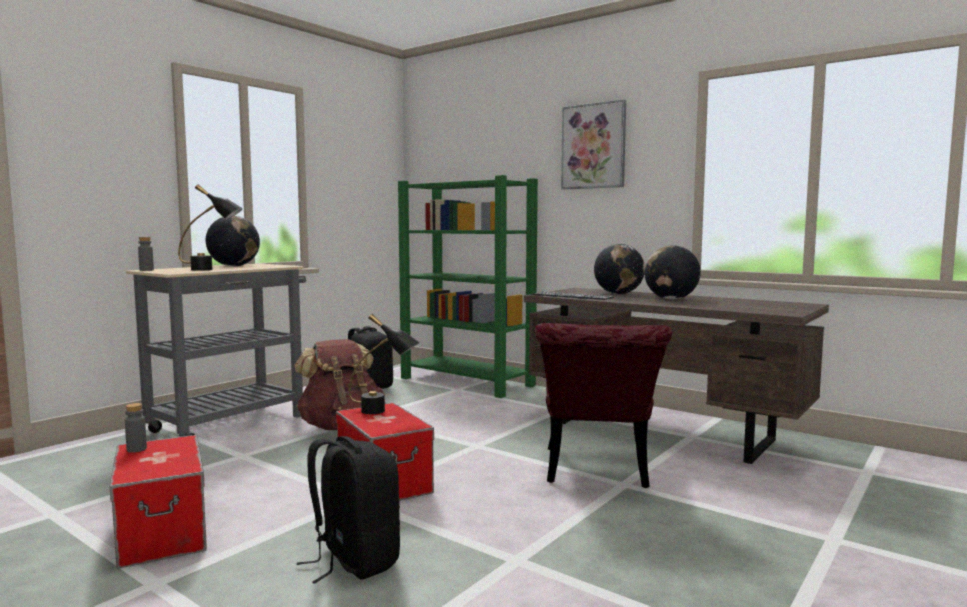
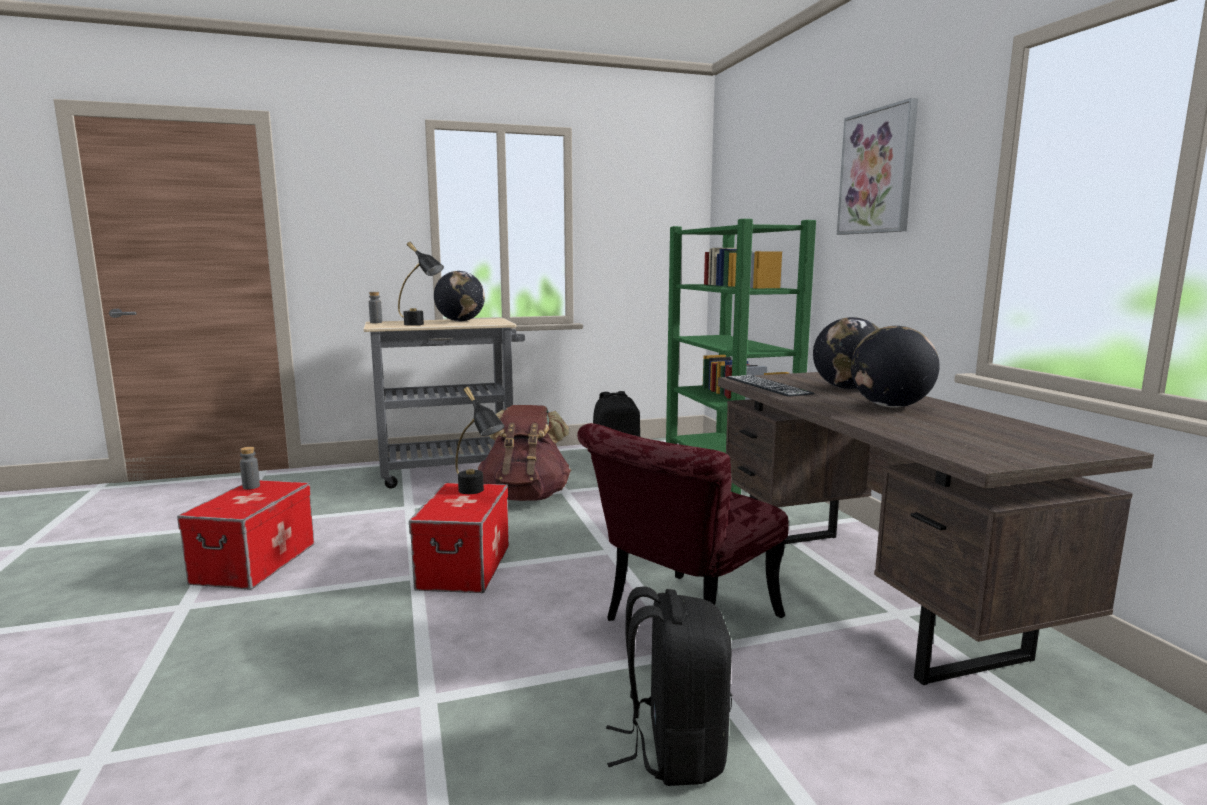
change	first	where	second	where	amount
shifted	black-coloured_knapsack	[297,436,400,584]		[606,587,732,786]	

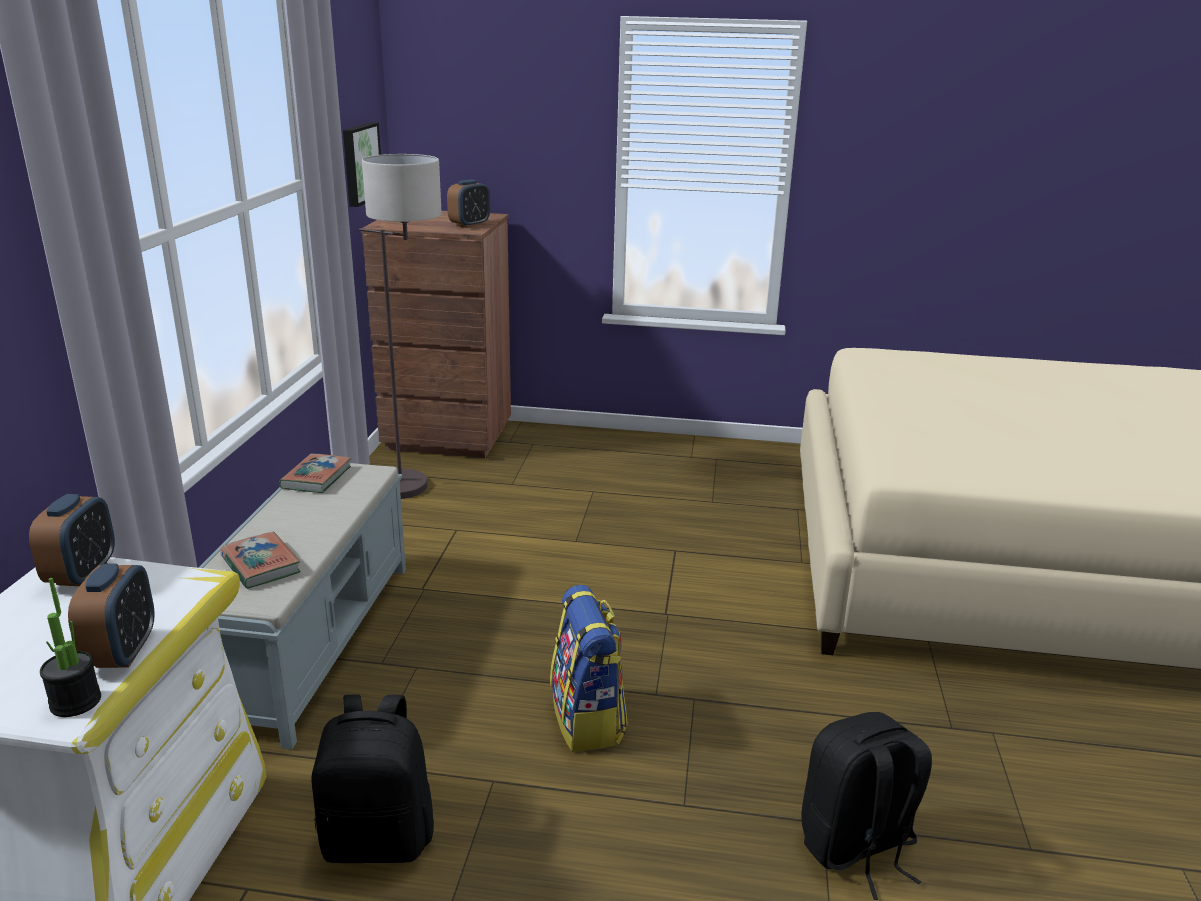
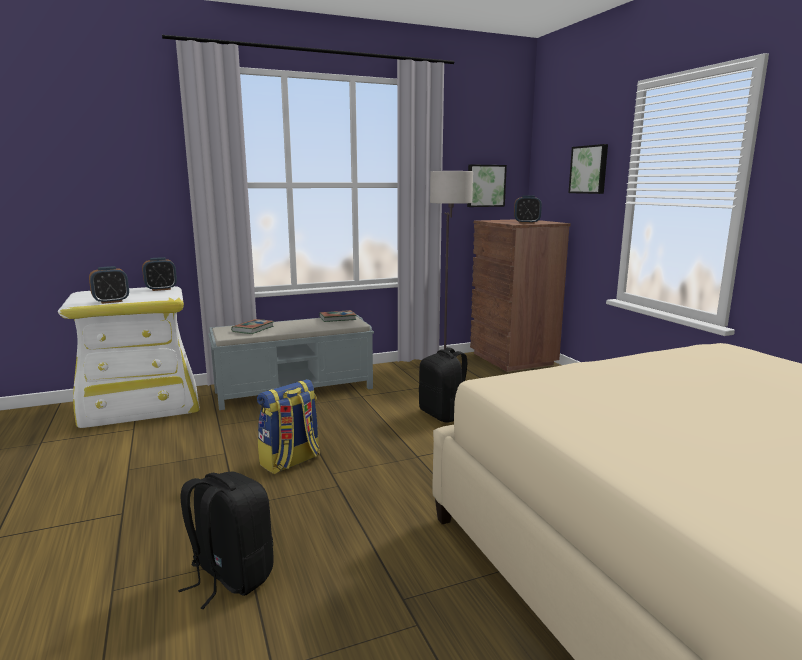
change	first	where	second	where	amount
gone	potted_plant	[40,578,101,717]			
shifted	black-coloured_knapsack	[312,695,434,863]		[419,347,467,423]	
new			picture	[568,144,608,194]	

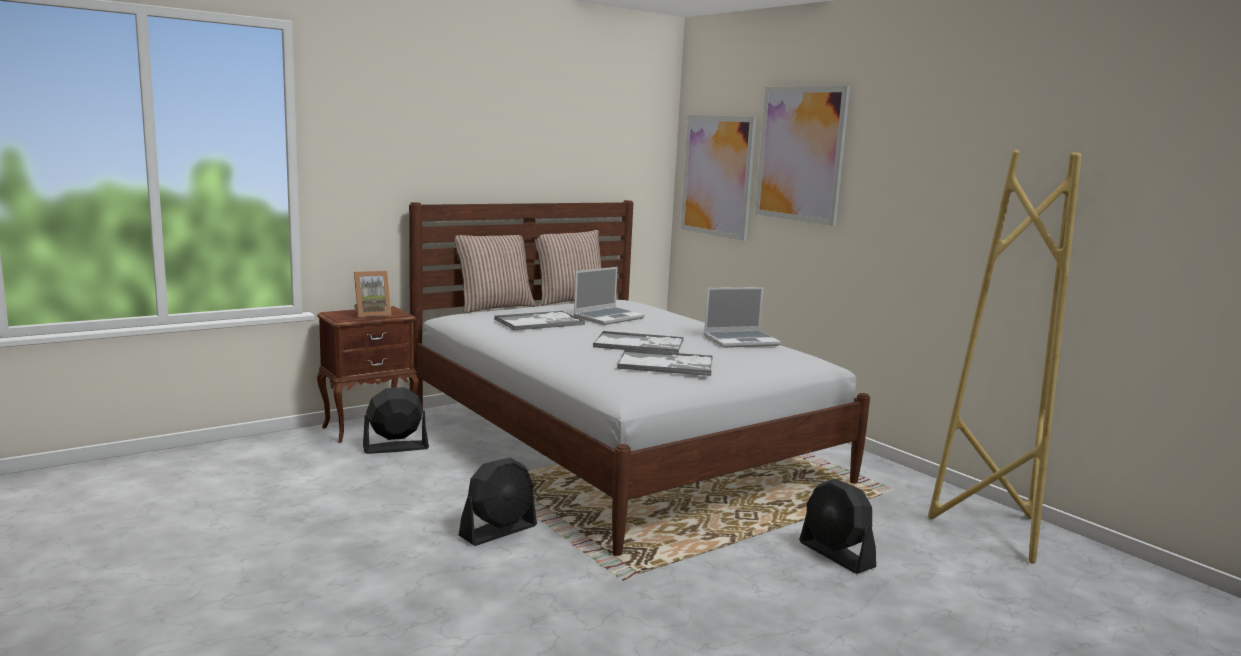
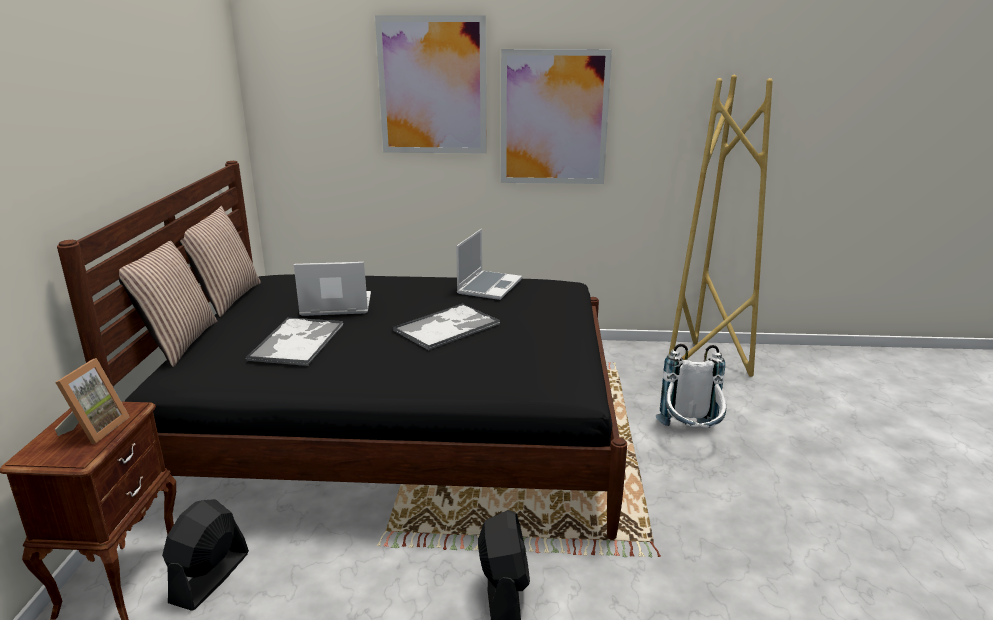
change	first	where	second	where	amount
shifted	picture	[681,115,756,241]		[501,49,612,184]	
repainted	white_sleeping_bed	[409,200,870,556]	black-coloured_sleeping_bed	[57,161,627,540]	
rotated	notebook_computer	[573,267,645,325]		[294,262,371,316]	90 degrees counterclockwise
gone	carrying_tray	[617,349,713,376]			
swapped	black-coloured_electric_fan	[799,479,876,574]	white_knapsack	[656,344,726,428]	

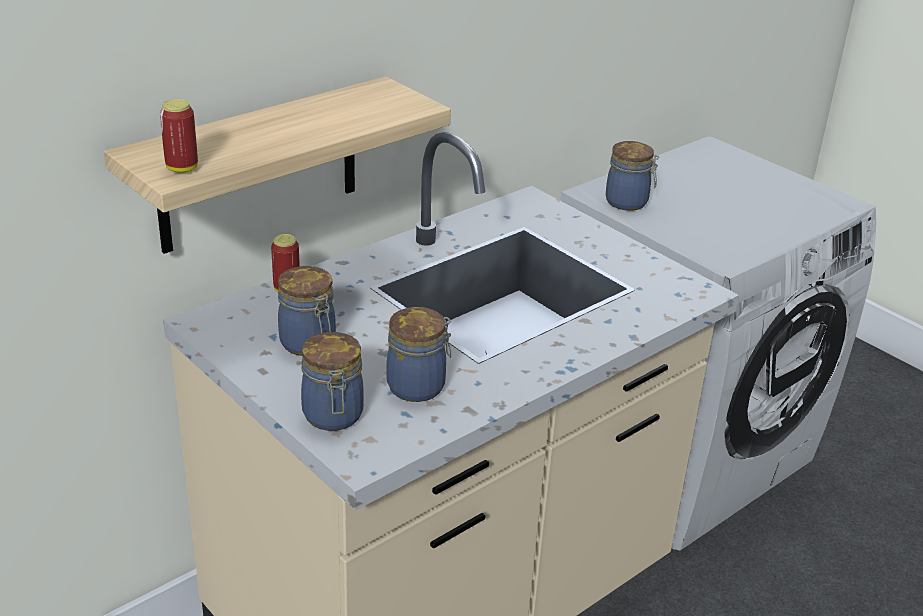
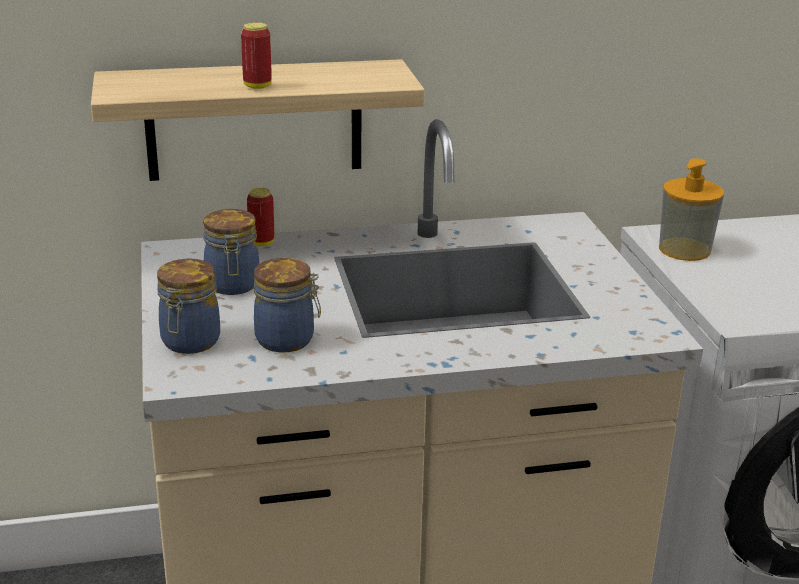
change	first	where	second	where	amount
shifted	metal_can	[160,99,198,173]		[241,22,272,89]	
swapped	jar	[606,141,659,211]	soap_dispenser	[659,158,724,261]	

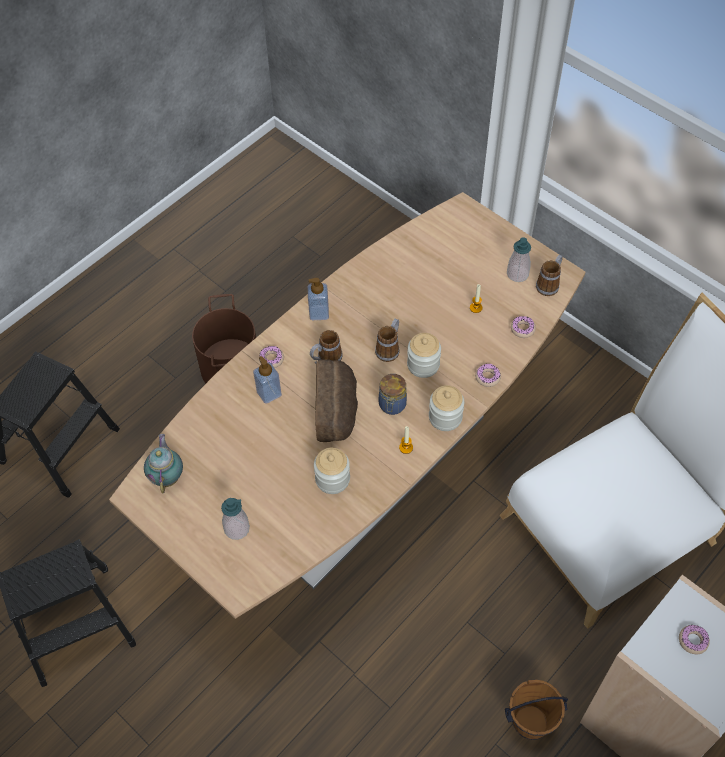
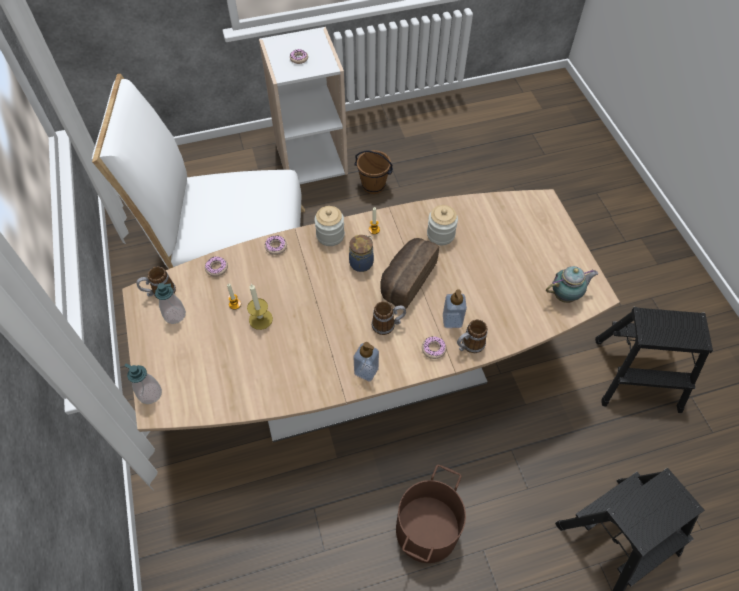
change	first	where	second	where	amount
shifted	mug	[375,319,399,362]		[457,319,487,353]	
gone	jar	[407,333,441,378]			
rotated	tea_pot	[144,434,183,493]		[546,266,598,303]	135 degrees counterclockwise
shifted	soap_dispenser	[221,498,250,540]		[124,364,162,404]	
new			wax_light	[247,284,273,330]	

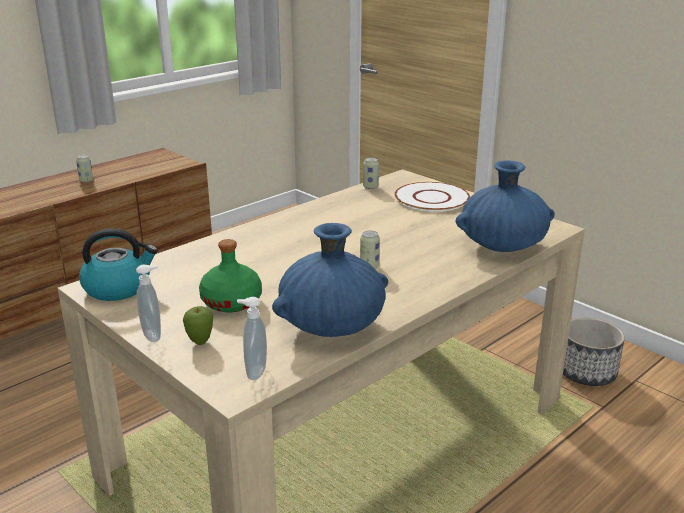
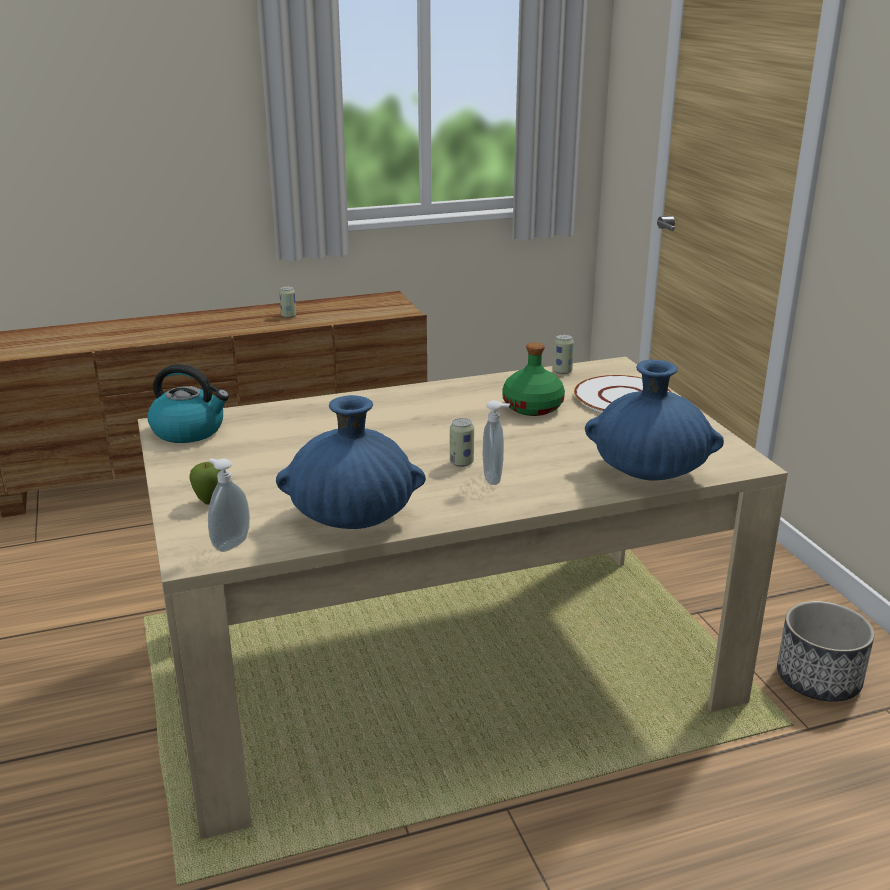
change	first	where	second	where	amount
shifted	green-coloured_drink_bottle	[199,239,262,312]		[502,342,565,416]	
shifted	soap_dispenser	[136,265,161,342]		[483,400,510,485]	

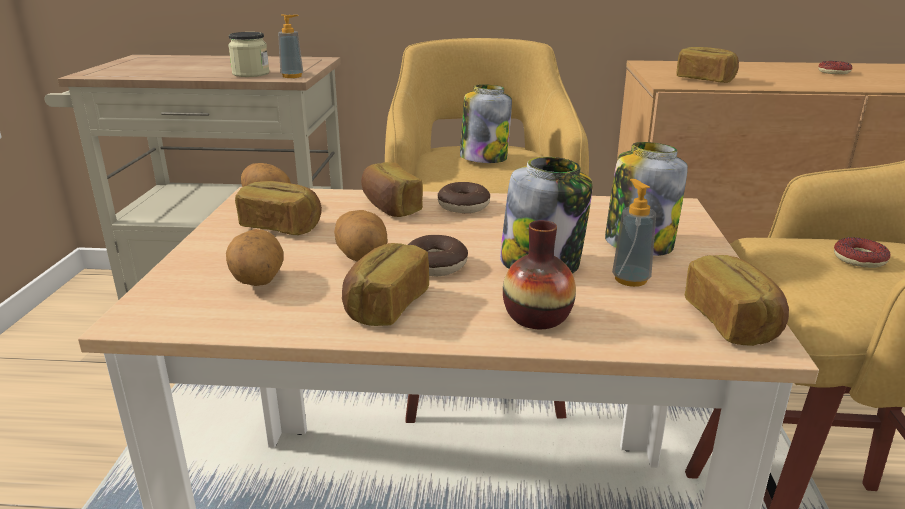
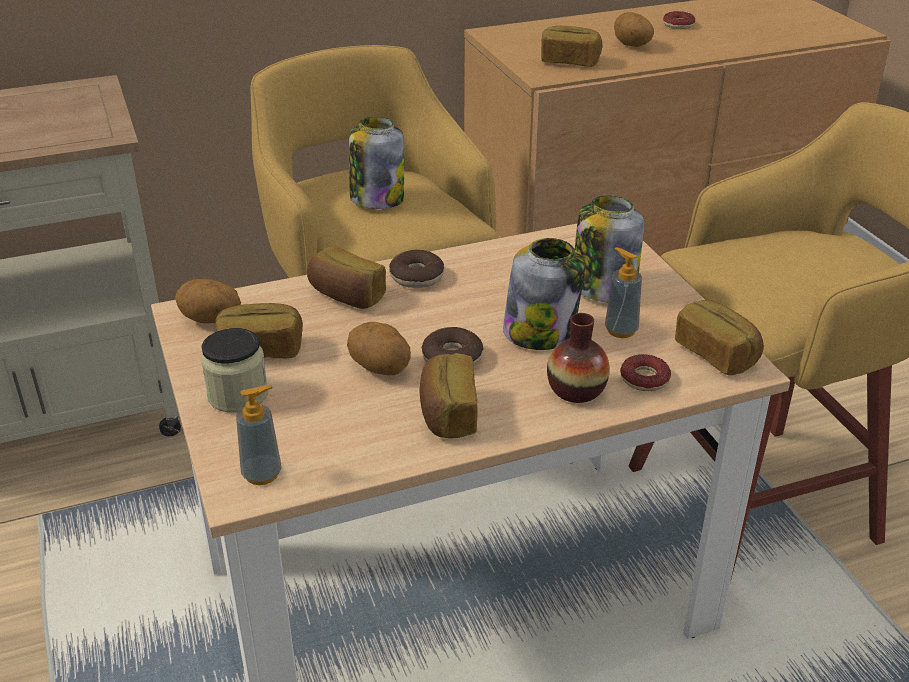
change	first	where	second	where	amount
shifted	soap_dispenser	[278,14,303,78]		[236,385,282,485]	
shifted	jar	[228,32,270,77]		[201,328,268,413]	
shifted	potato	[226,229,284,286]		[614,12,654,47]	
shifted	ring_doughnut	[834,237,891,268]		[620,354,671,391]	

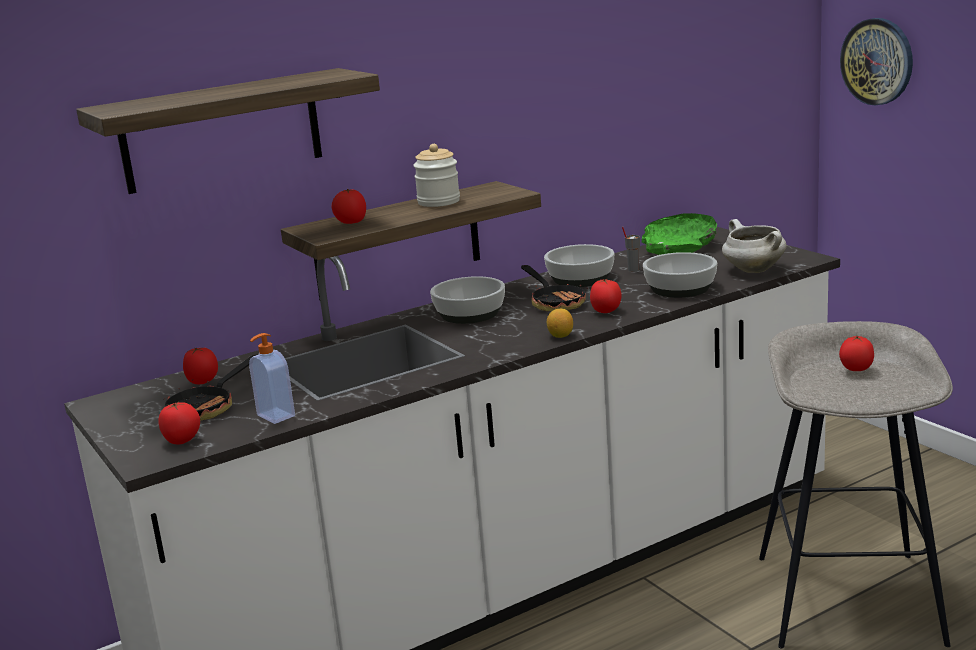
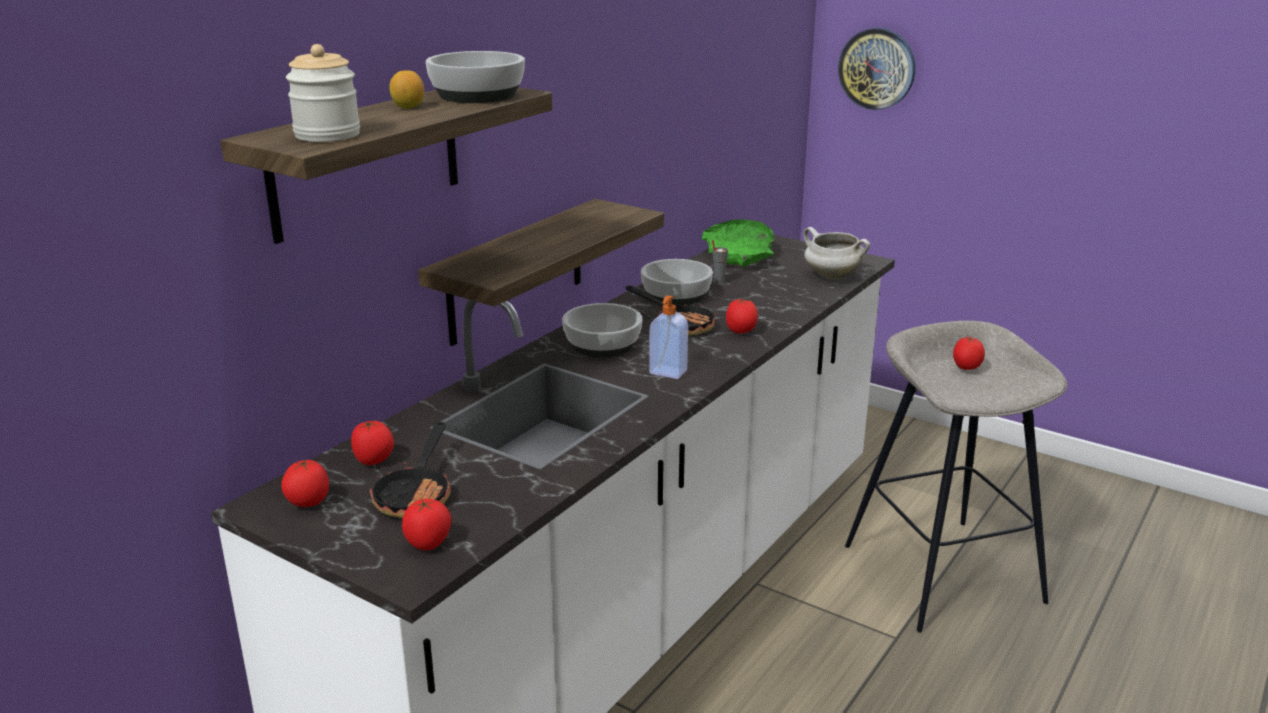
change	first	where	second	where	amount
shifted	jar	[413,144,460,207]		[286,44,360,142]	
shifted	fresh_tomato	[332,189,366,224]		[281,459,329,507]	
shifted	serving_bowl	[643,252,717,298]		[426,51,525,103]	
shifted	lemon	[547,309,573,338]		[389,71,424,108]	
shifted	soap_dispenser	[249,333,295,424]		[649,295,688,379]	

